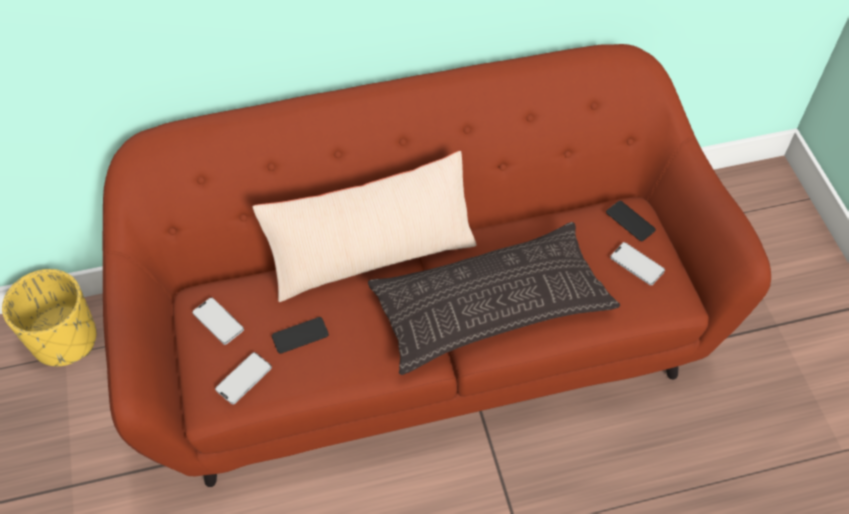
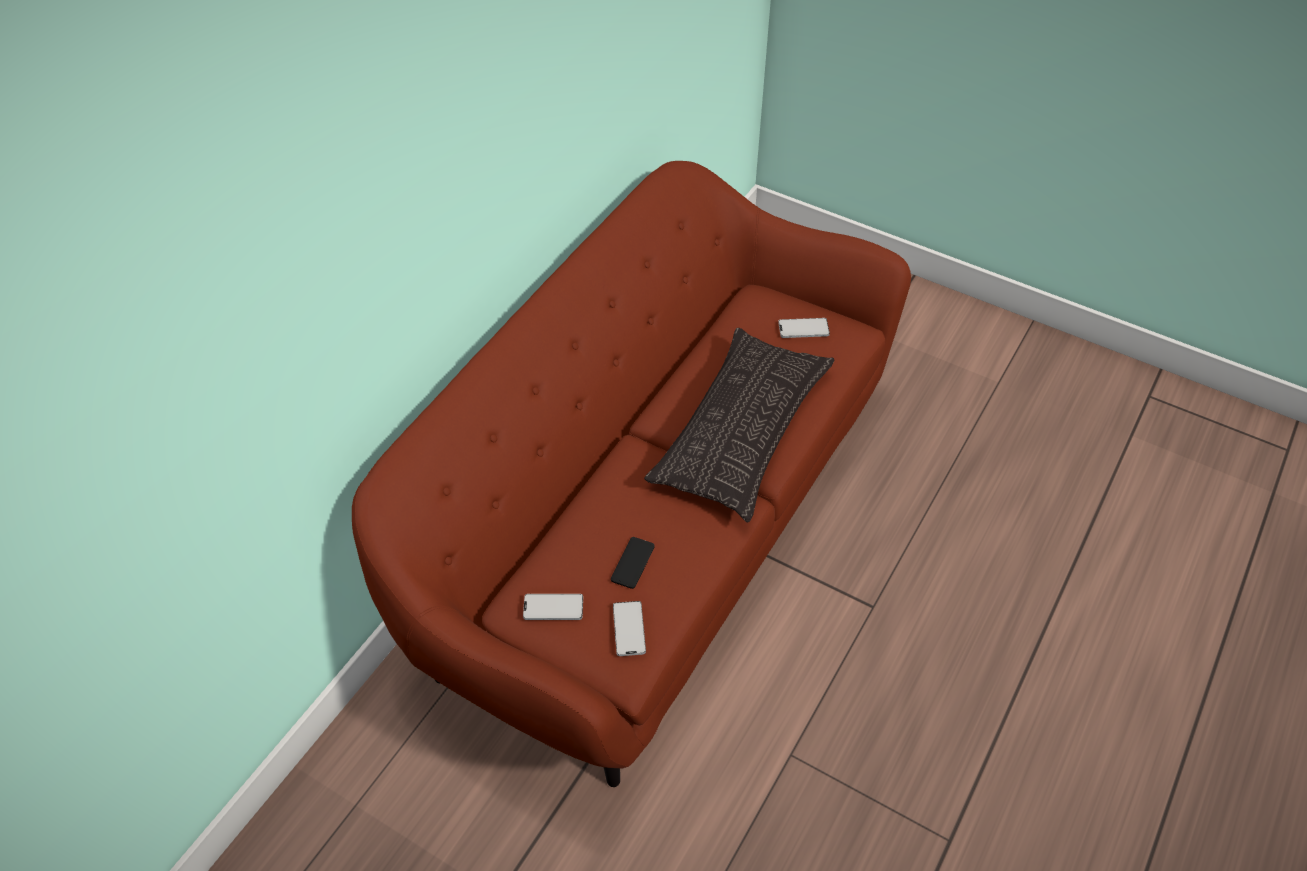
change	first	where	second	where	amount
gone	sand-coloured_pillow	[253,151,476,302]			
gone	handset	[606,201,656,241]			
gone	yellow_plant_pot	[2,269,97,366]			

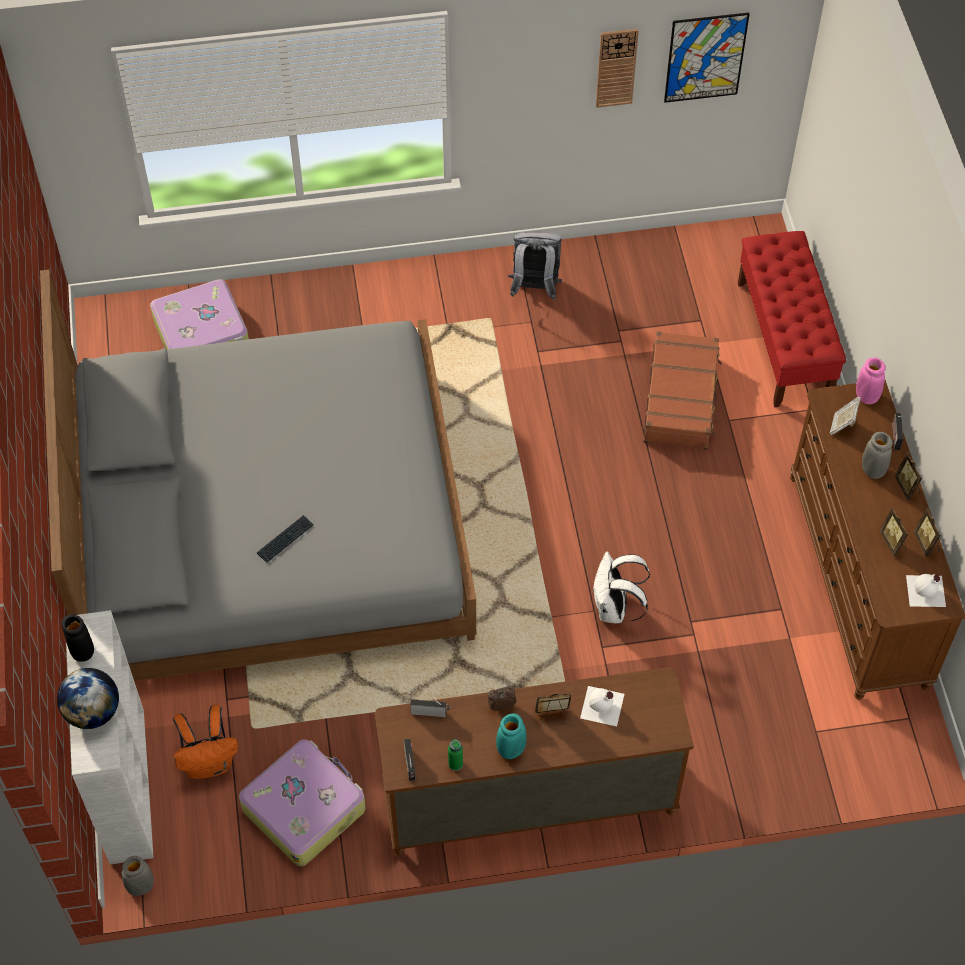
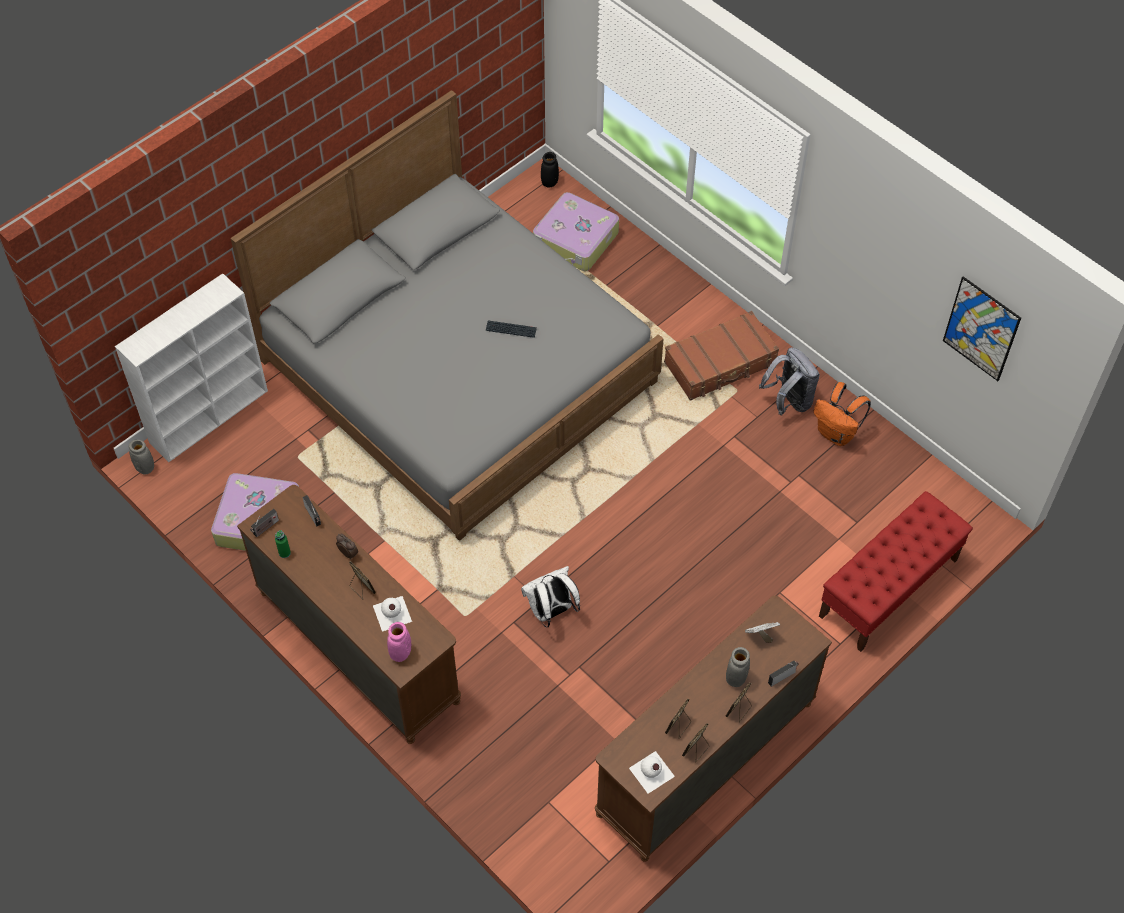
change	first	where	second	where	amount
gone	hanging_clock	[596,29,639,108]			
shifted	brownish_travel_case	[644,331,721,450]		[664,311,779,401]	
shifted	pinkish_vase	[856,357,886,404]		[387,622,411,662]	
shifted	PC_keyboard	[257,515,313,563]		[485,320,537,338]	
shifted	black-coloured_vase	[62,614,94,662]		[541,152,559,188]	
gone	world_globe	[57,668,119,729]			
shifted	orange-coloured_knapsack	[173,705,238,779]		[814,382,871,446]	
gone	turquoise-coloured_vase	[496,713,526,759]			

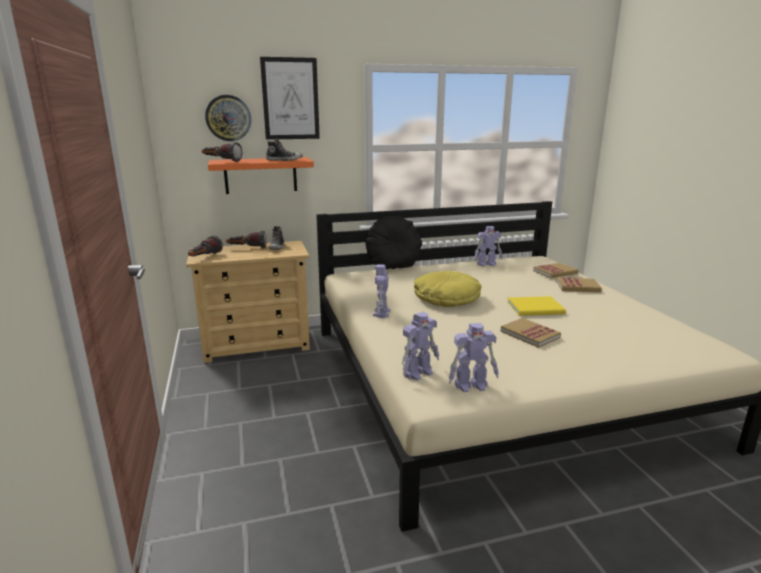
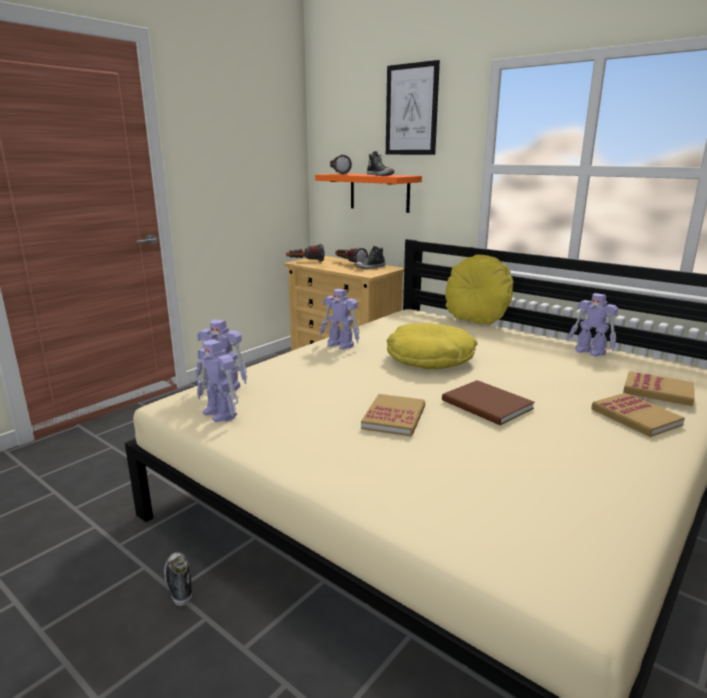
change	first	where	second	where	amount
gone	hanging_clock	[205,95,251,141]			
repainted	black-coloured_pillow	[365,216,422,269]	yellow_pillow	[445,255,513,325]	
rotated	toy_robot	[373,264,390,318]		[320,289,360,349]	120 degrees counterclockwise
repainted	yellow_volume	[508,296,566,316]	brownish_volume	[442,380,535,425]	
new			shoe	[164,552,192,606]	

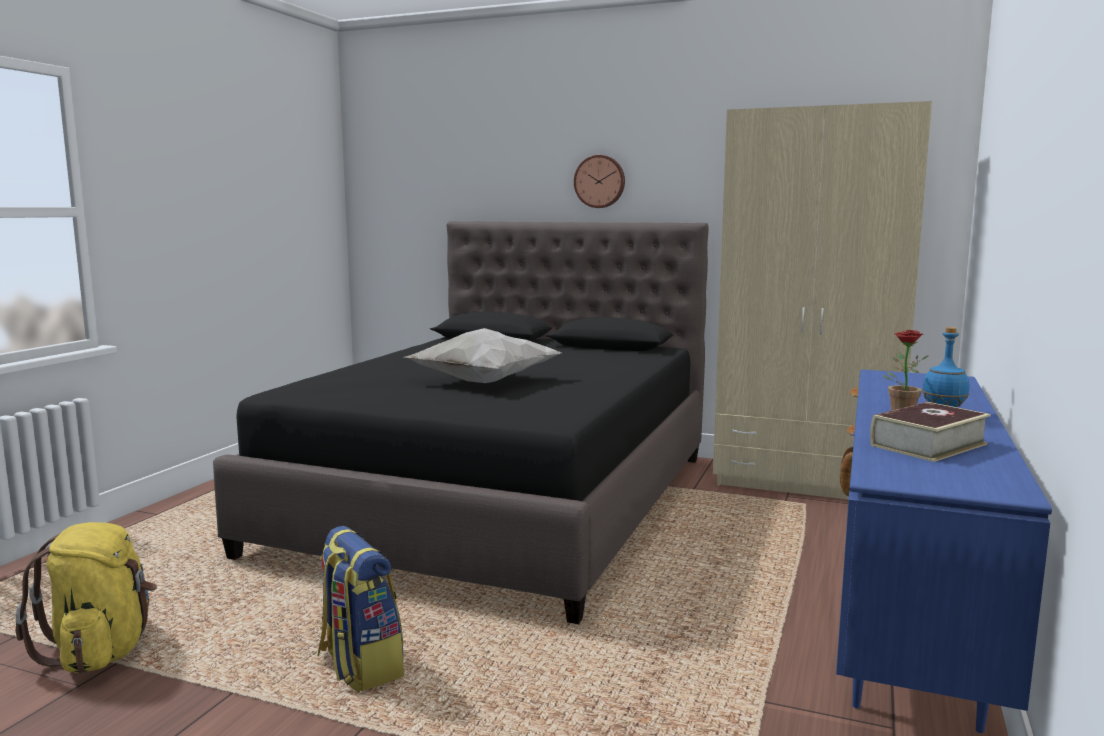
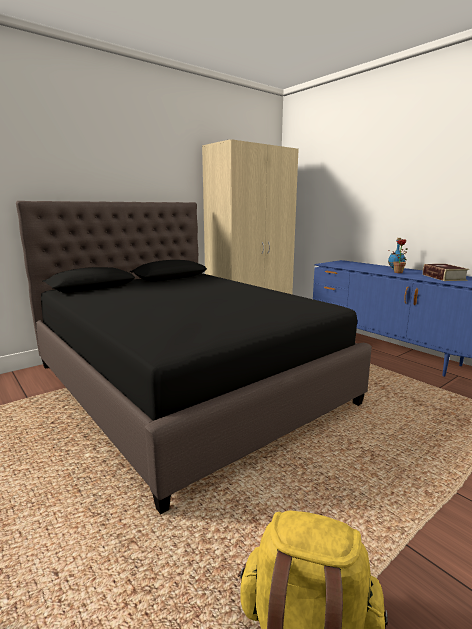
change	first	where	second	where	amount
gone	hanging_clock	[574,155,625,208]			
gone	white_pillow	[405,328,561,383]			
gone	knapsack	[317,526,404,692]			

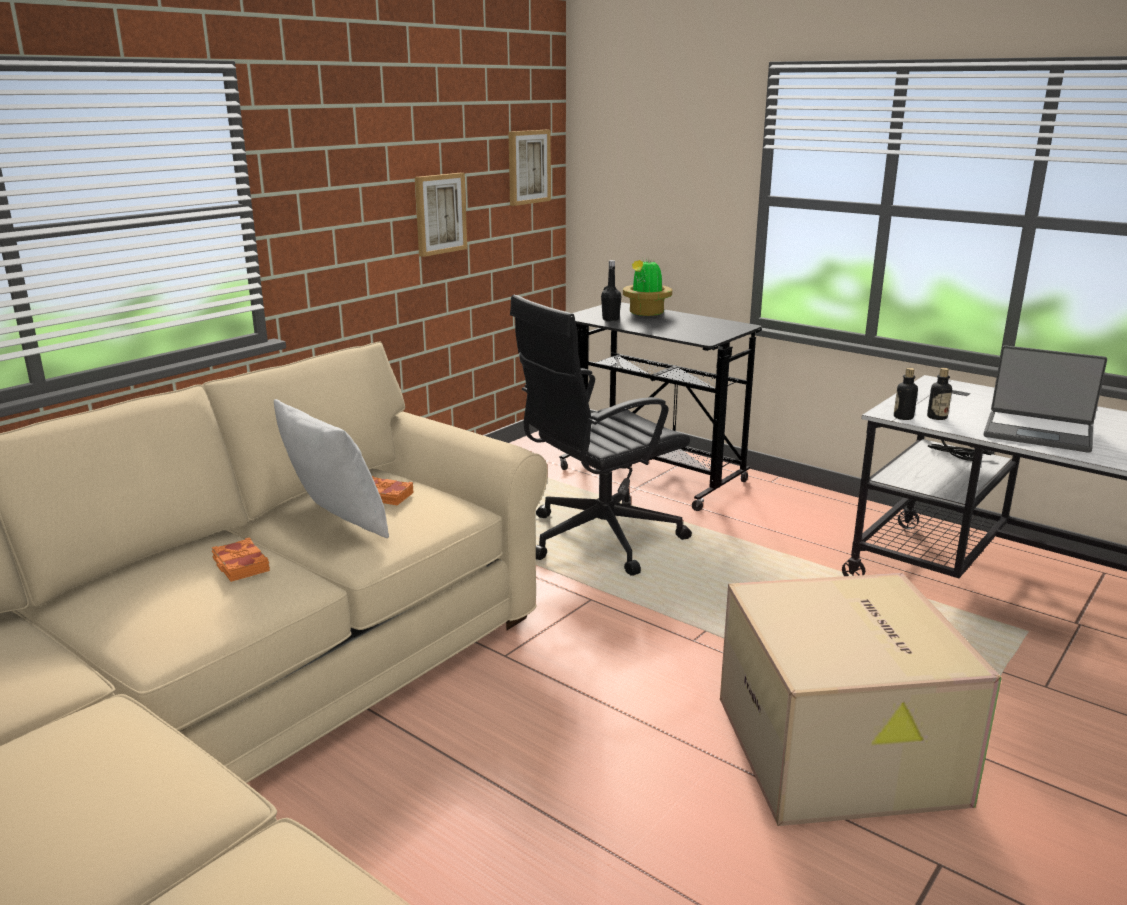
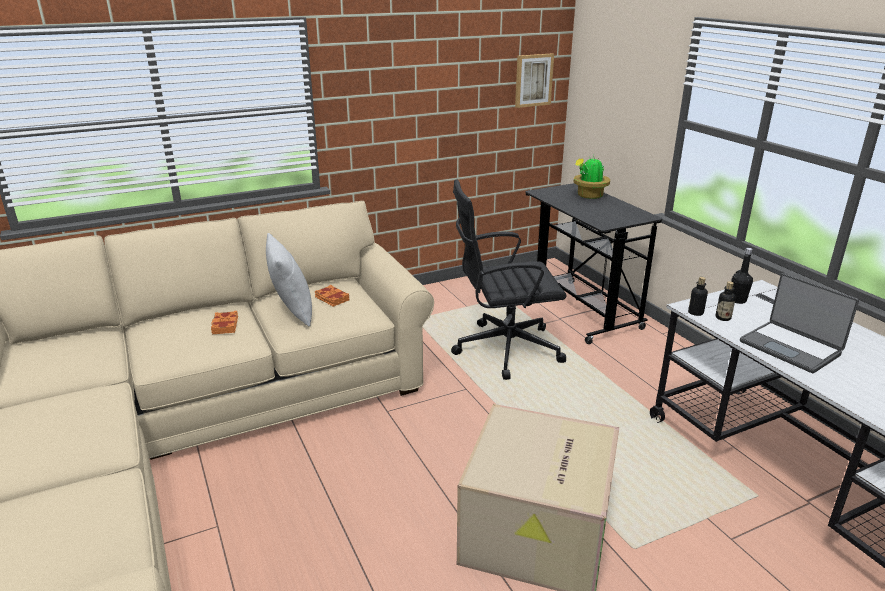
change	first	where	second	where	amount
gone	picture	[415,173,467,257]			
shifted	black-coloured_drink_bottle	[601,260,622,321]		[731,248,753,304]	

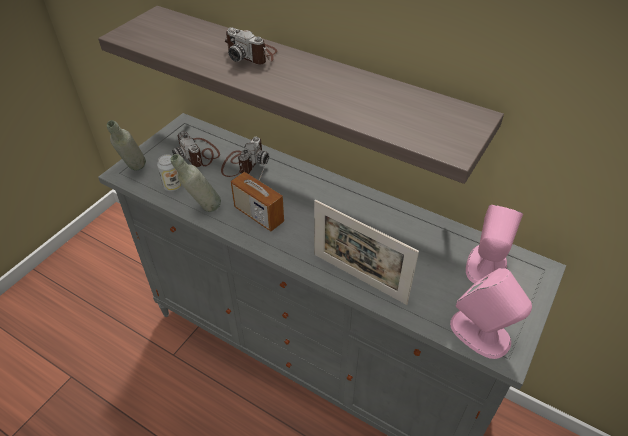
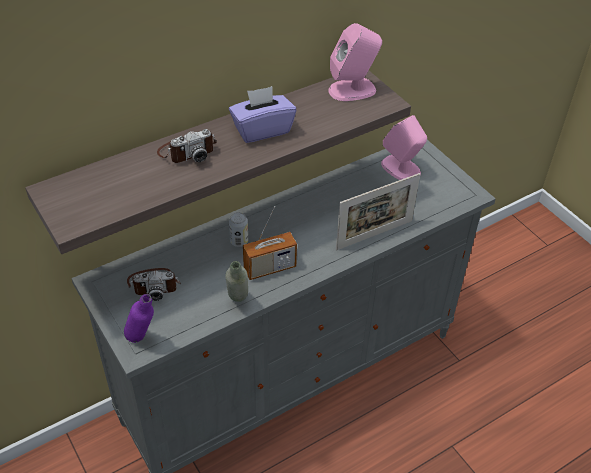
change	first	where	second	where	amount
repainted	grey_drink_bottle	[107,120,146,170]	purple-coloured_drink_bottle	[124,294,154,343]	
gone	photo_camera	[221,137,269,177]			
shifted	metal_can	[157,154,182,191]		[229,212,248,247]	
shifted	pinkish_audio_speaker	[450,268,532,359]		[328,23,382,101]	
new			purple-coloured_tissue_box	[229,86,296,143]	

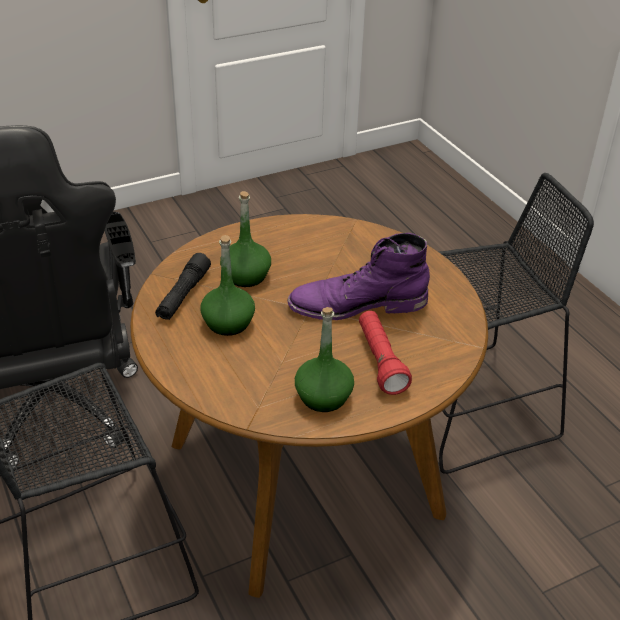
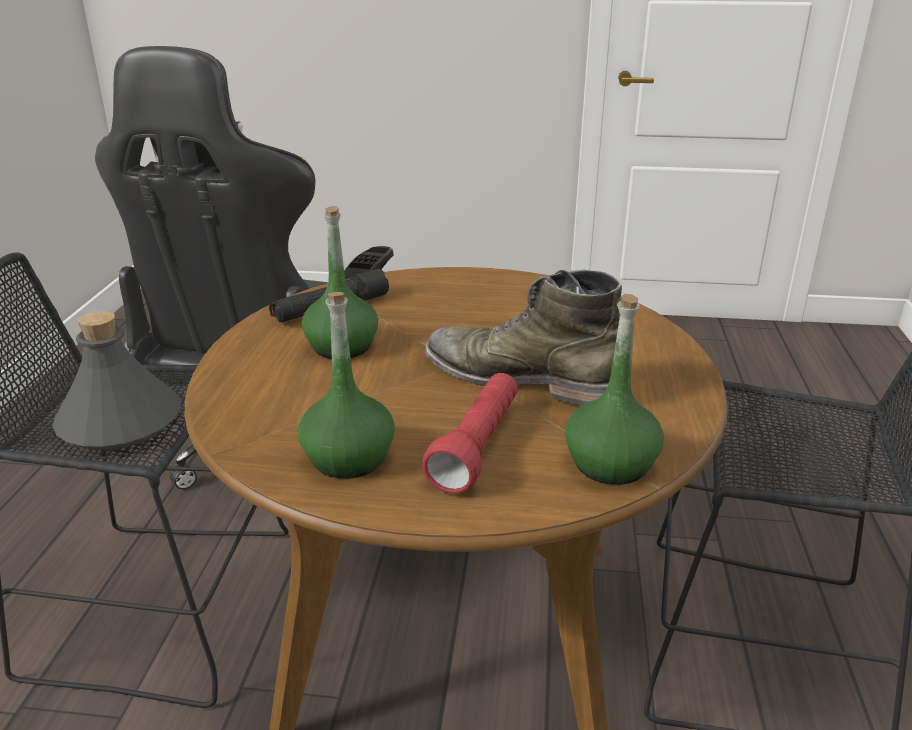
change	first	where	second	where	amount
shifted	green-coloured_drink_bottle	[220,191,271,287]		[565,294,664,485]	
repainted	purple-coloured_boot	[287,233,430,320]	green-coloured_boot	[425,269,622,406]	
new			grey_drink_bottle	[52,311,181,450]	

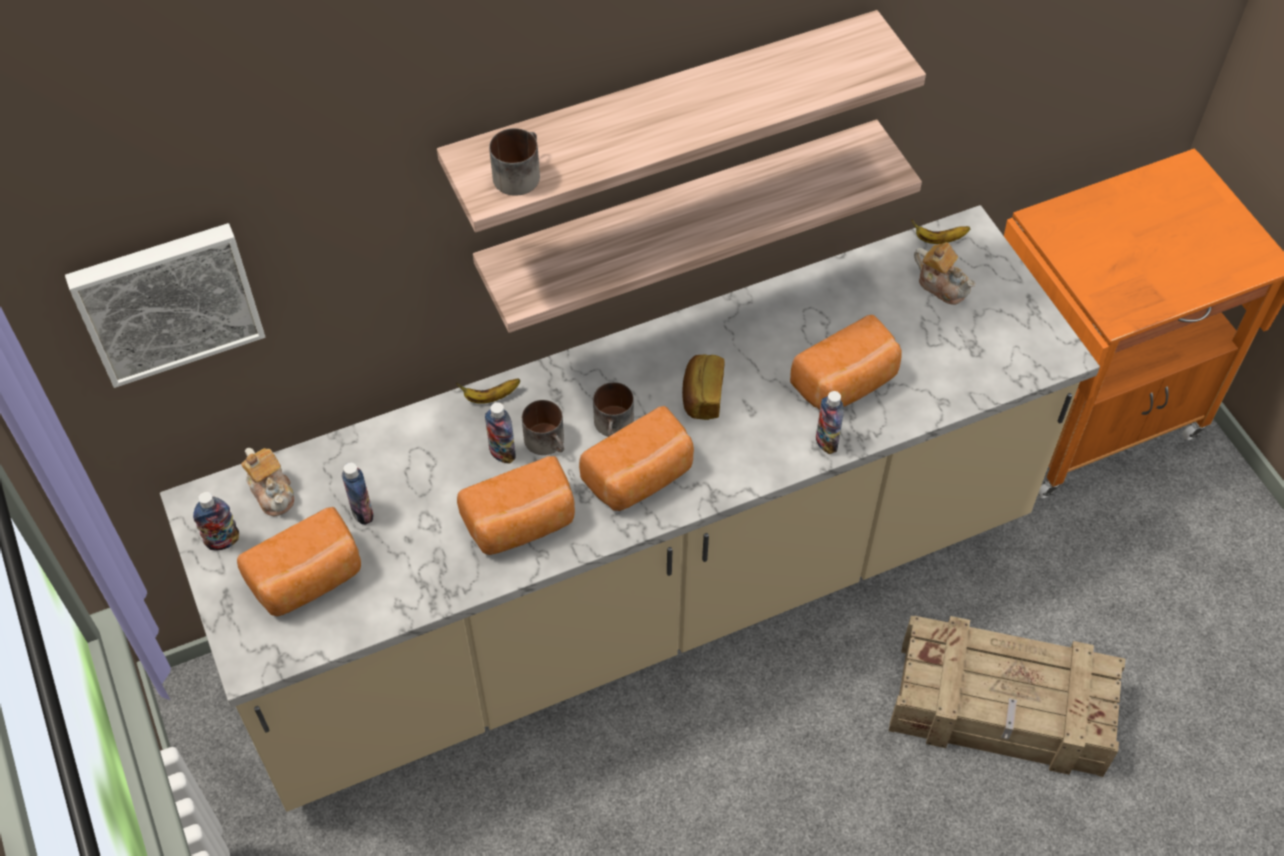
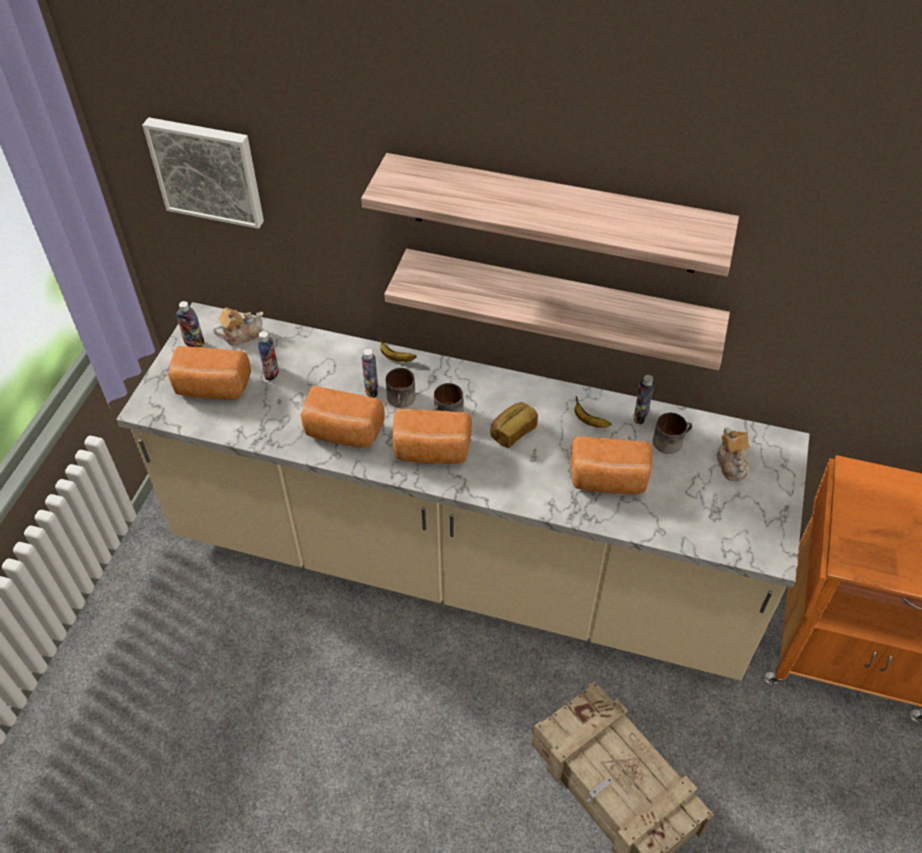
change	first	where	second	where	amount
shifted	mug	[489,128,540,196]		[653,413,692,454]	
shifted	whole_banana	[911,220,970,244]		[574,396,611,428]	
shifted	drink_bottle	[816,391,844,454]		[633,375,654,424]	
rotated	tea_pot	[241,448,294,516]		[213,308,263,345]	120 degrees counterclockwise

